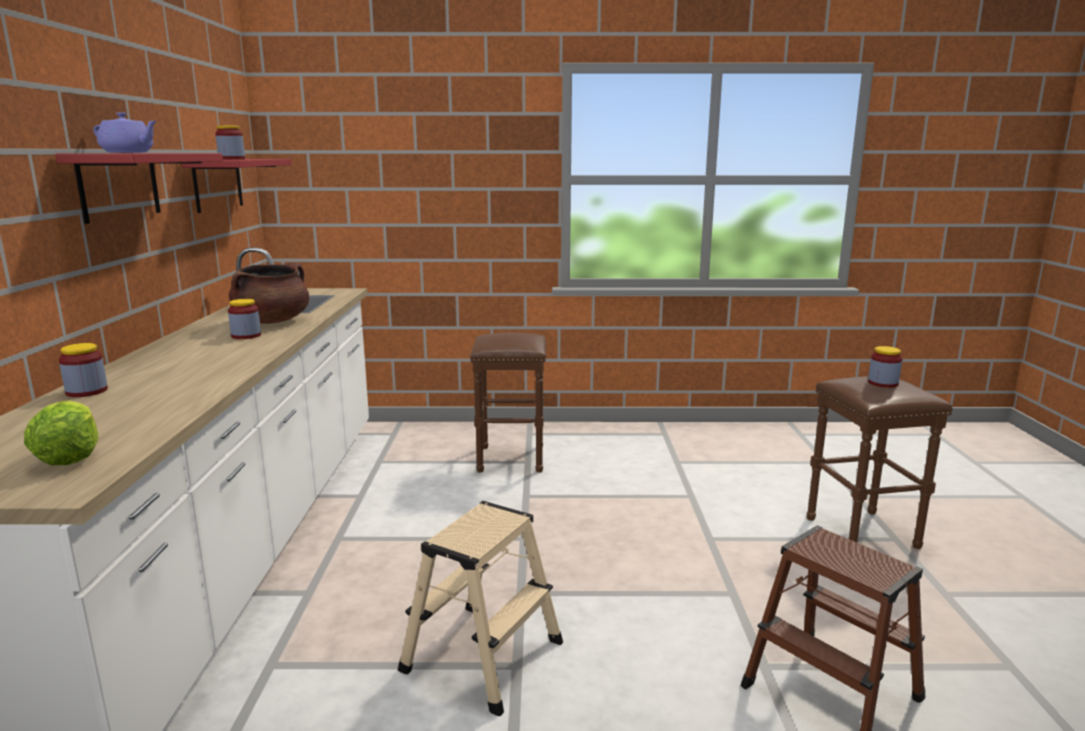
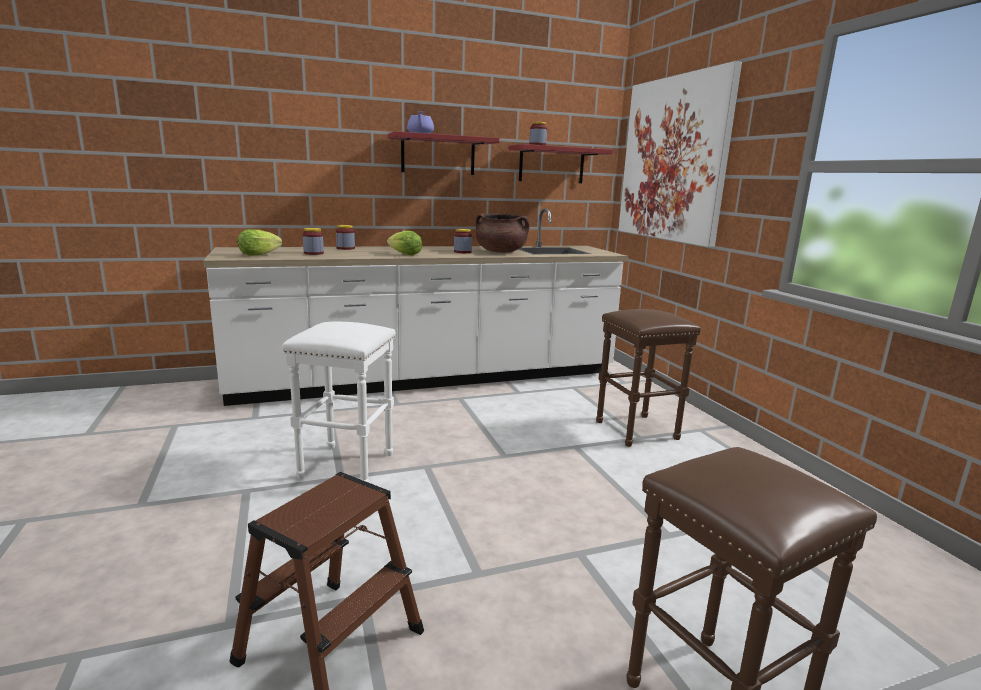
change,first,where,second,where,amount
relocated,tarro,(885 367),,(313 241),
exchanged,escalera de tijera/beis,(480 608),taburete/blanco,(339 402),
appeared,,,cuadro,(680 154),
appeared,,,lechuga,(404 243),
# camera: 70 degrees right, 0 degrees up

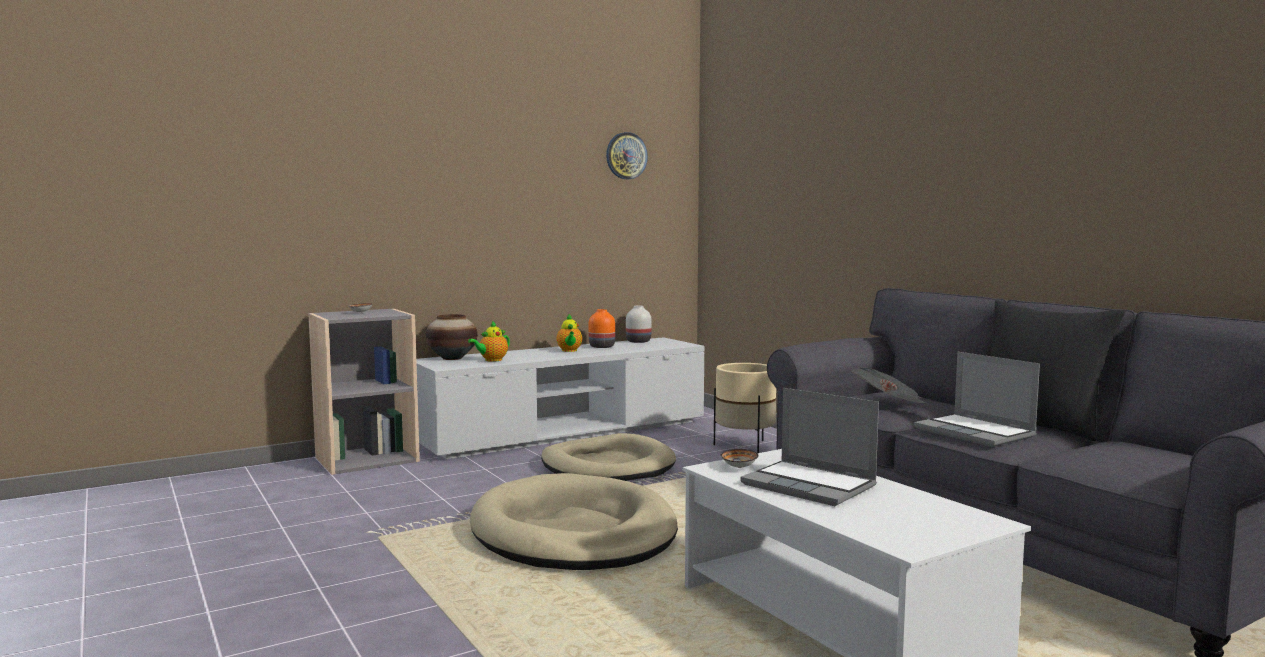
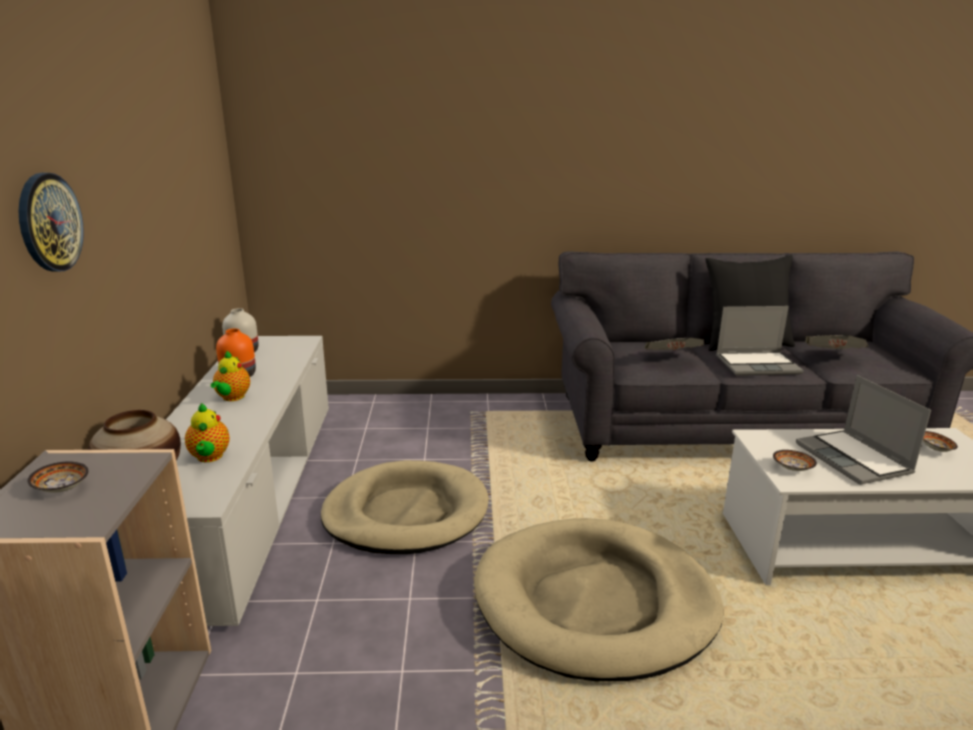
change,first,where,second,where,amount
relocated,reloj de pared,(627 155),,(51 222),
spun,tetera,(569 333),,(230 376),75 degrees clockwise
missing,maceta/beis,(745 408),,,
spun,portátil,(809 447),,(863 430),90 degrees clockwise
appeared,,,periódico,(836 342),
appeared,,,cuenco,(940 441),
# camera: 60 degrees left, 15 degrees up

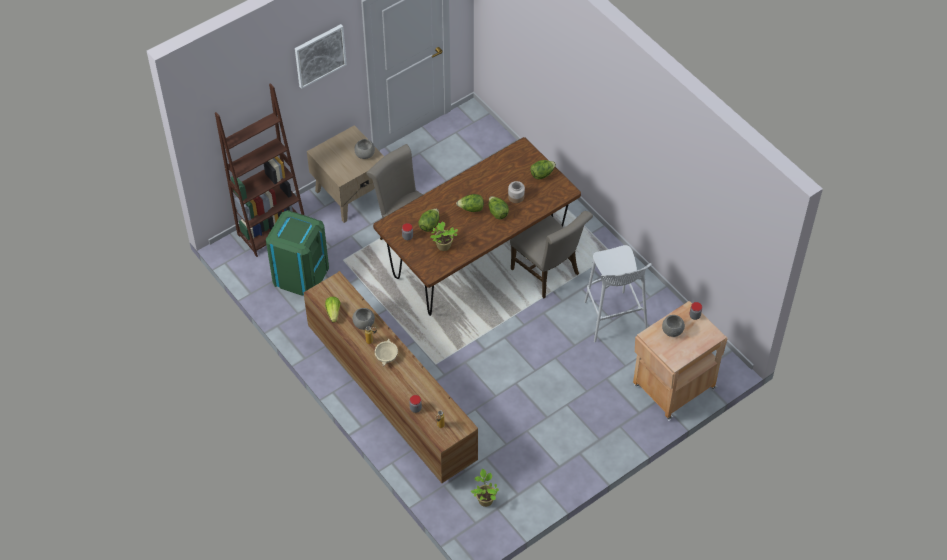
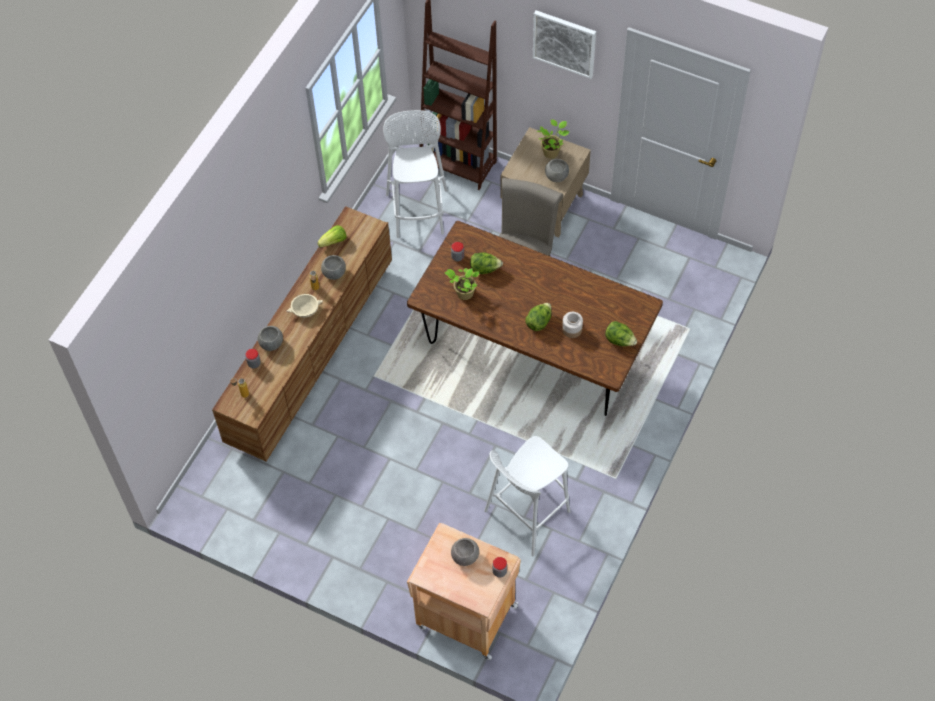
change,first,where,second,where,amount
missing,lechuga,(470 203),,,
exchanged,papelera/verde,(297 253),taburete/blanco,(415 174),
missing,silla/beis,(551 255),,,
relocated,planta en maceta,(485 488),,(553 139),
appeared,,,cuenco/gris,(270 338),
# camera: 65 degrees right, 5 degrees up

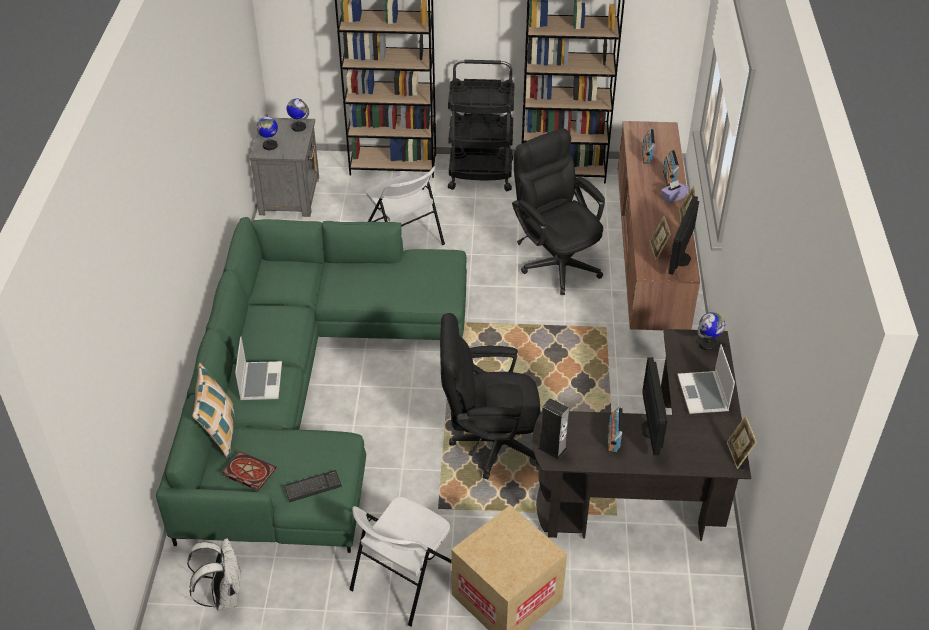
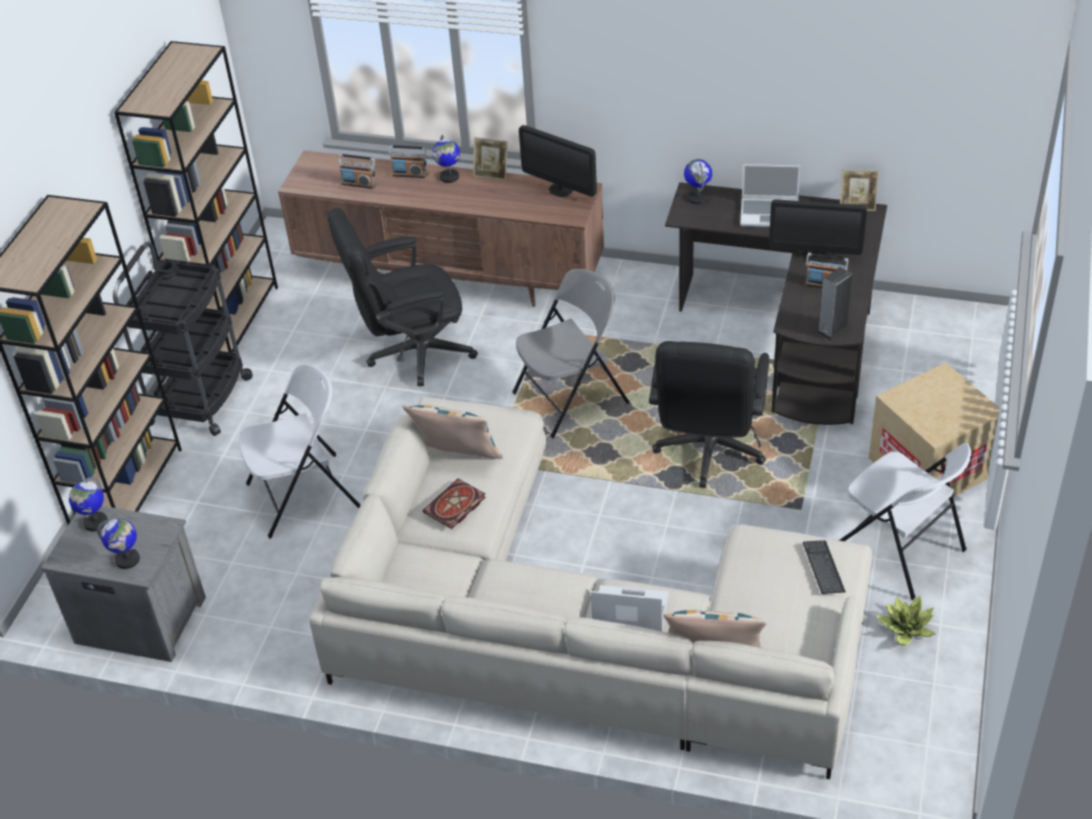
change,first,where,second,where,amount
exchanged,caja de pañuelos/morado,(675 192),globo terráqueo,(446 159),
missing,portarretratos,(660 238),,,
colour,sofá/verde,(311 385),sofá/beis,(590 588),
relocated,libro,(249 470),,(454 504),
missing,mochila/blanco,(214 574),,,
appeared,,,silla/gris,(571 353),
appeared,,,cojín,(453 432),
appeared,,,planta en maceta,(906 621),
# camera: 75 degrees left, 0 degrees up

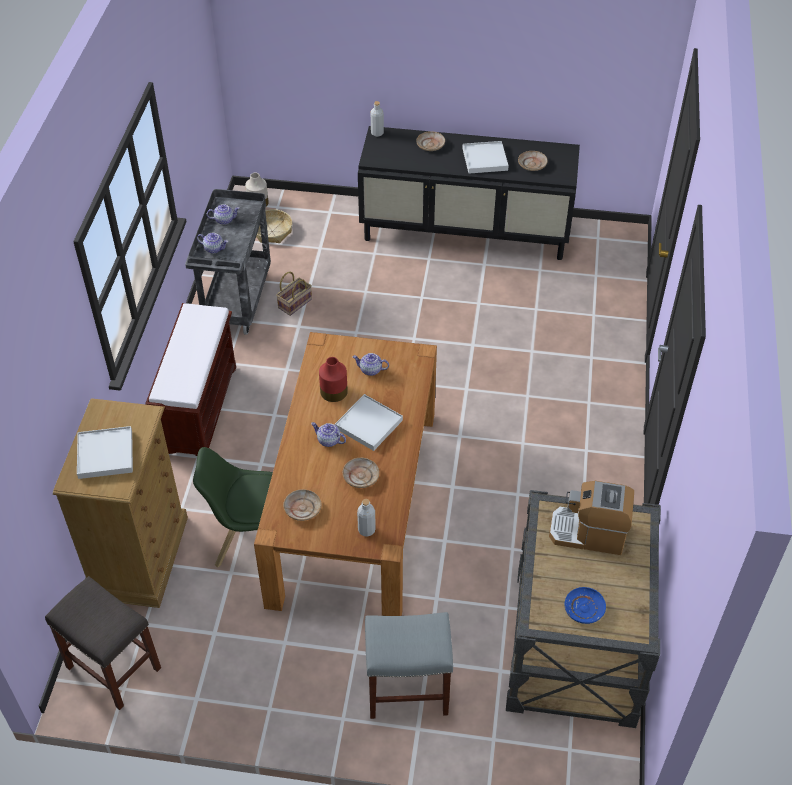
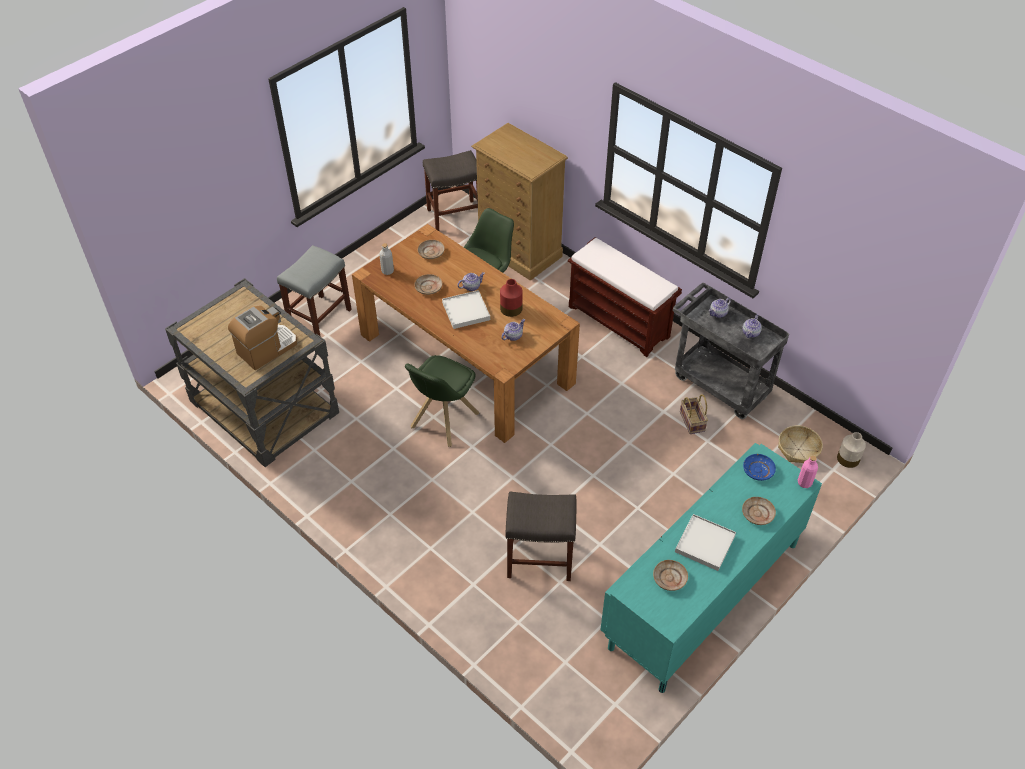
change,first,where,second,where,amount
colour,botella/gris,(377 119),botella/rosa,(808 471),
colour,armario/negro,(469 193),armario/turquesa,(711 568),
missing,bandeja/blanco,(105 452),,,
relocated,plato/azul,(585 605),,(759 467),
appeared,,,silla/verde,(442 401),
appeared,,,taburete/gris,(541 536),
# camera: 125 degrees right, 0 degrees up

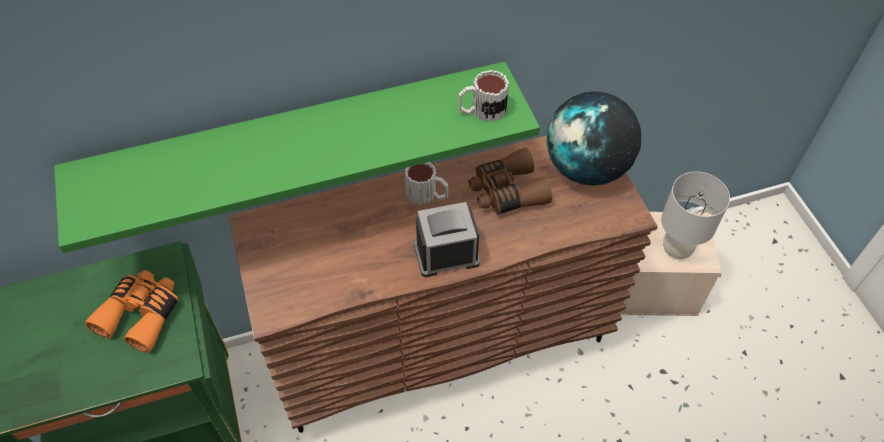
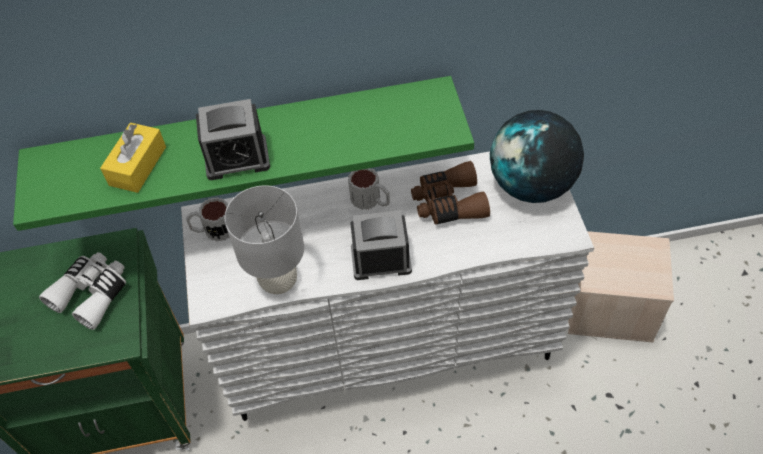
change,first,where,second,where,amount
relocated,taza grande,(483 96),,(208 219),
colour,cómoda/marrón,(443 284),cómoda/blanco,(387 286),
relocated,lámpara de mesa/gris,(695 215),,(264 239),
colour,prismáticos/naranja,(132 311),prismáticos/blanco,(82 291),
appeared,,,despertador,(233 139),
appeared,,,caja de pañuelos/amarillo,(133 158),
# camera: 10 degrees right, 0 degrees up

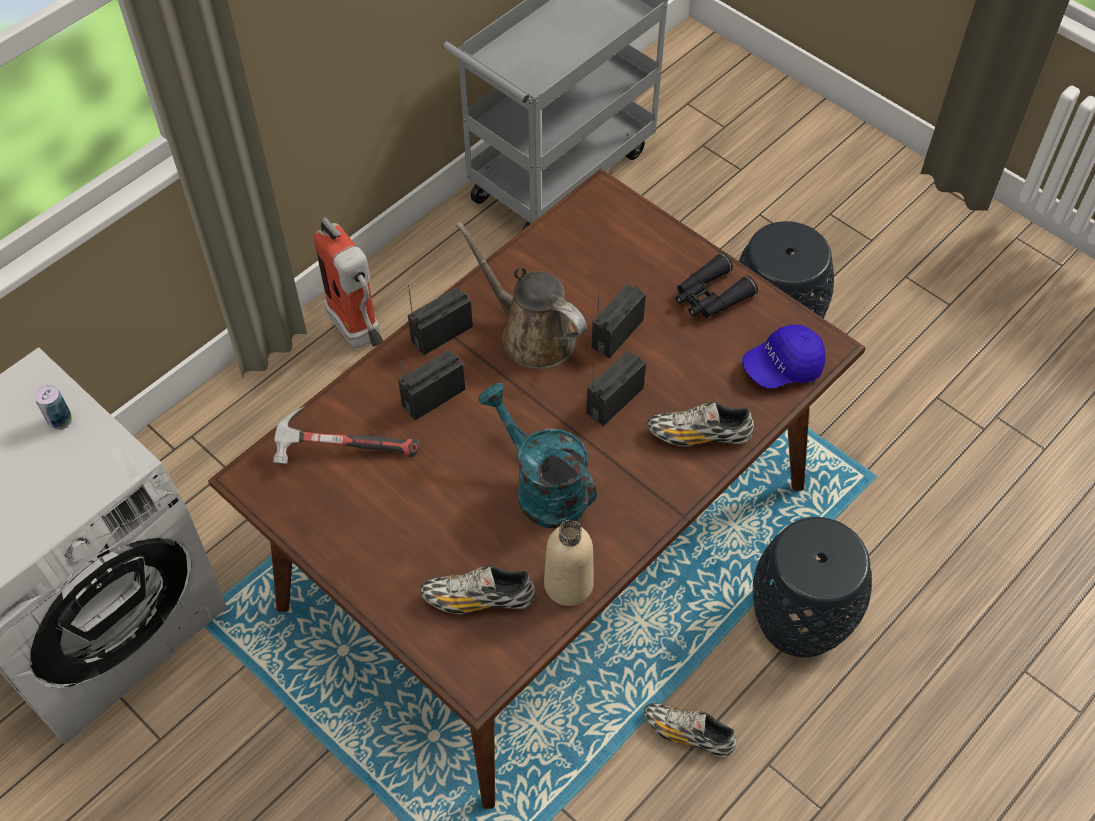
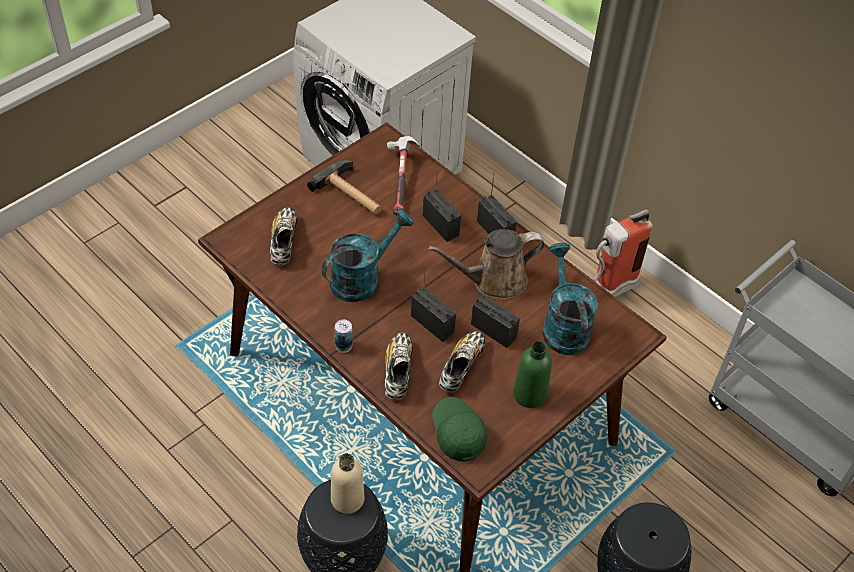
change,first,where,second,where,amount
spun,regadera/marrón,(521 295),,(486 264),150 degrees counterclockwise
exchanged,prismáticos/negro,(717 285),botella/verde,(532 374),
colour,gorra/azul,(784 357),gorra/verde,(459 429),
relocated,lata,(53 407),,(344 336),
relocated,botella/beis,(569 563),,(347 483),
relocated,zapato,(690 730),,(462 362),
appeared,,,martillo,(344 187),
appeared,,,regadera/turquesa,(570 299),
# camera: 90 degrees right, 5 degrees down

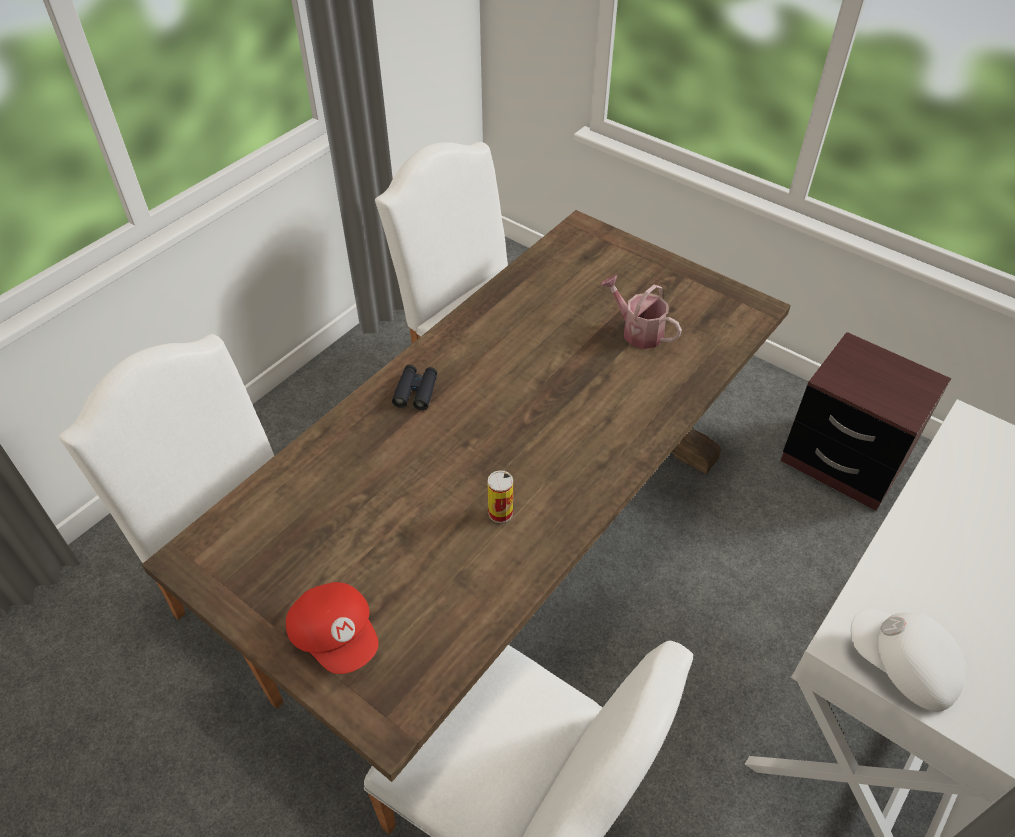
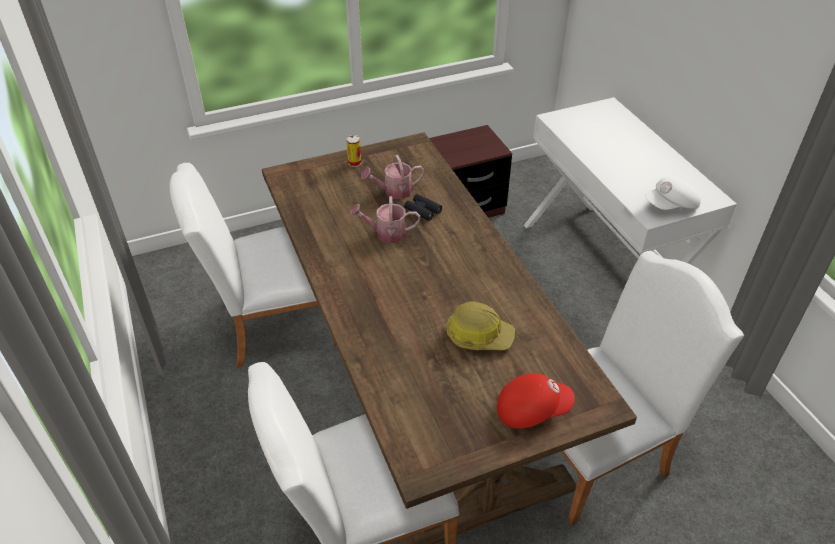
change,first,where,second,where,amount
relocated,prismáticos/negro,(414 387),,(423 207),
relocated,lata,(500 496),,(353 151),
appeared,,,regadera,(385 219),
appeared,,,casco,(480 325),
# camera: 60 degrees left, 5 degrees down

